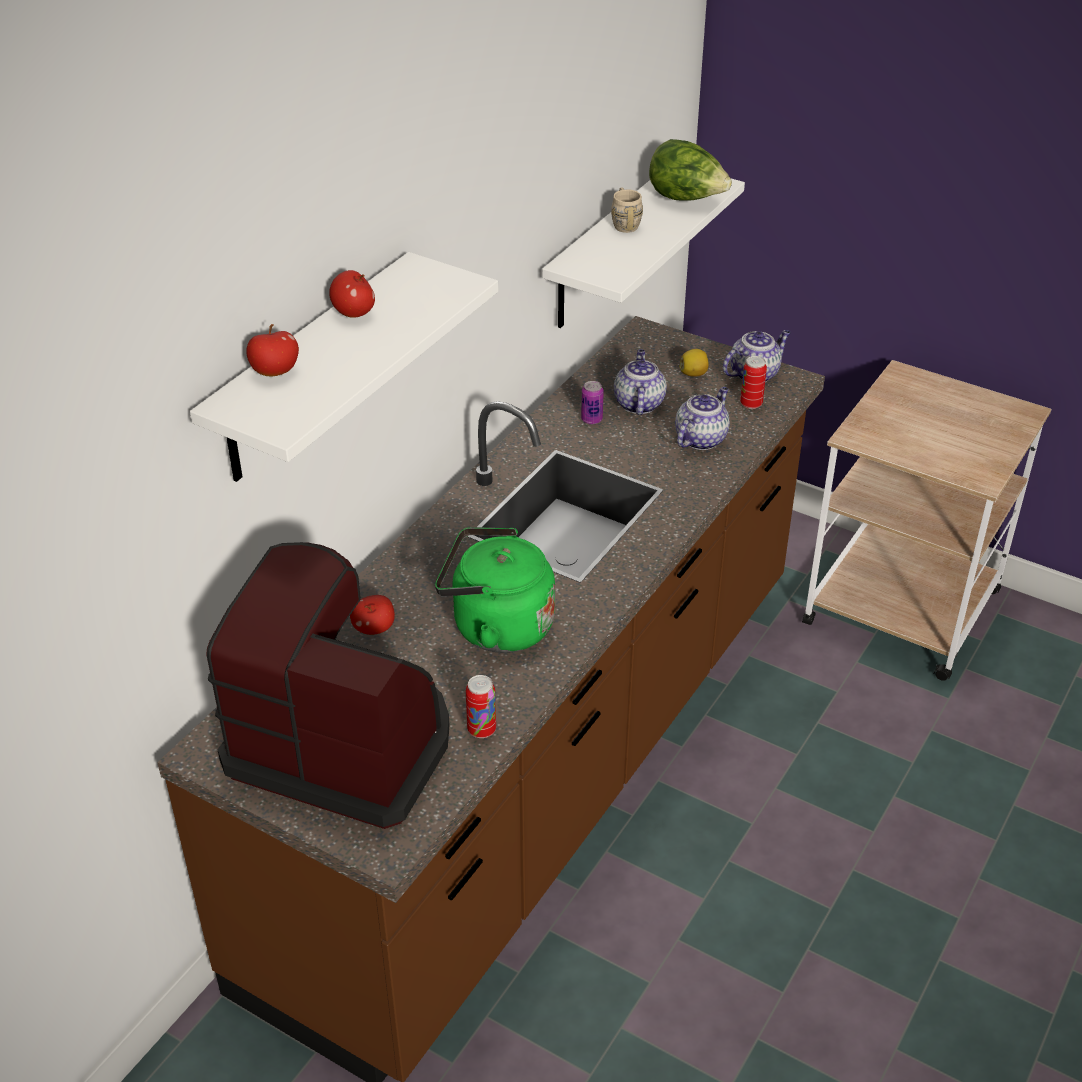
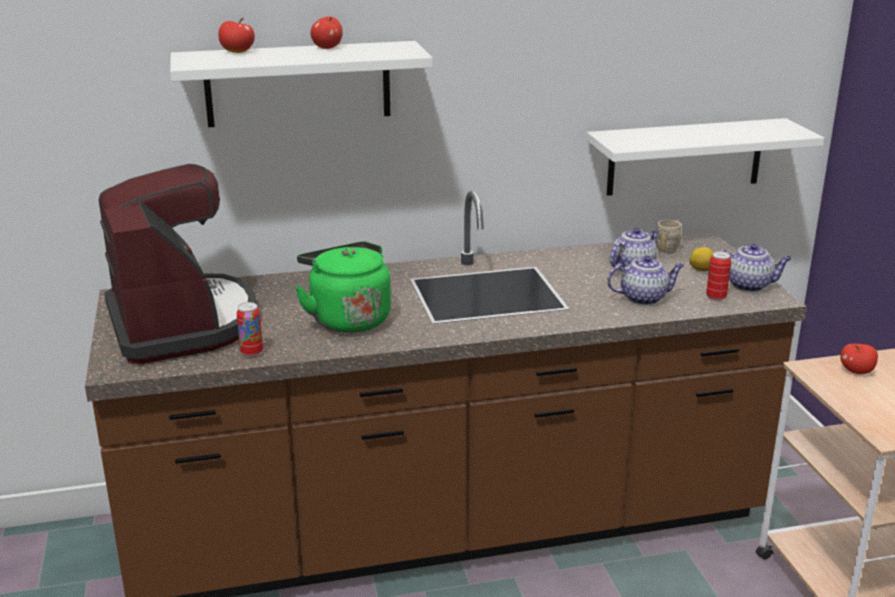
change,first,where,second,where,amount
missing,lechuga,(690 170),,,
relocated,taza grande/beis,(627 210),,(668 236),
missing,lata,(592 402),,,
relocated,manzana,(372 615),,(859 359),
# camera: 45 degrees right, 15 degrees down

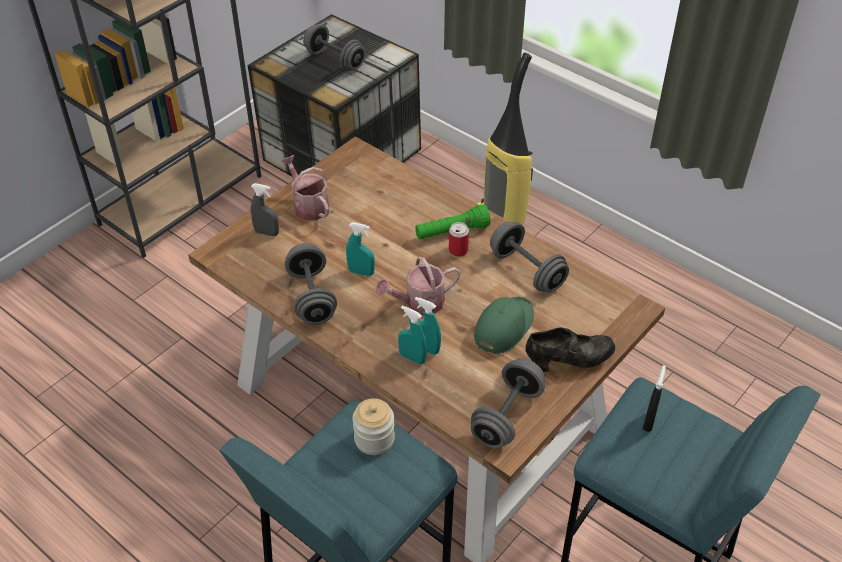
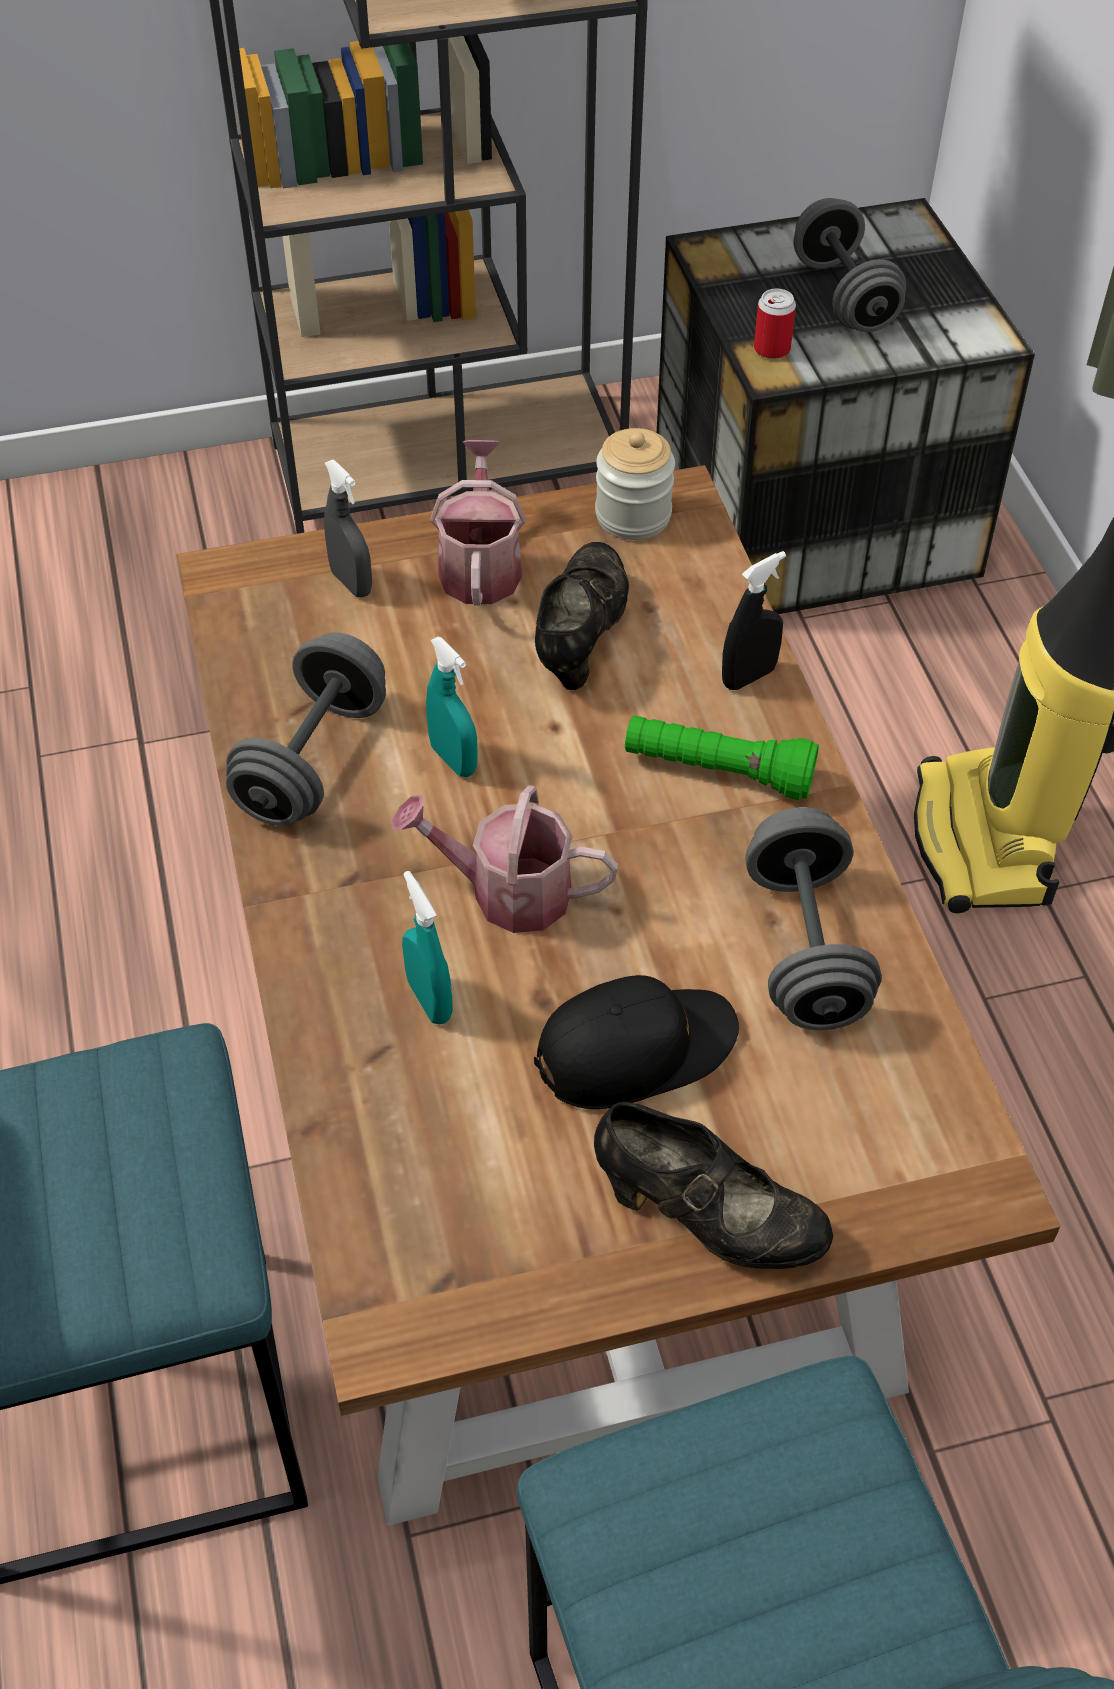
change,first,where,second,where,amount
relocated,lata,(459 239),,(775 324),
colour,gorra/verde,(504 325),gorra/negro,(636 1042),
missing,pulverizador/turquesa,(412 335),,,
missing,mancuerna/gris,(508 403),,,
relocated,pulverizador/negro,(654 398),,(754 620),
relocated,tarro,(374 426),,(635 484),
appeared,,,zapato/negro,(582 616),
# camera: 35 degrees right, 5 degrees up

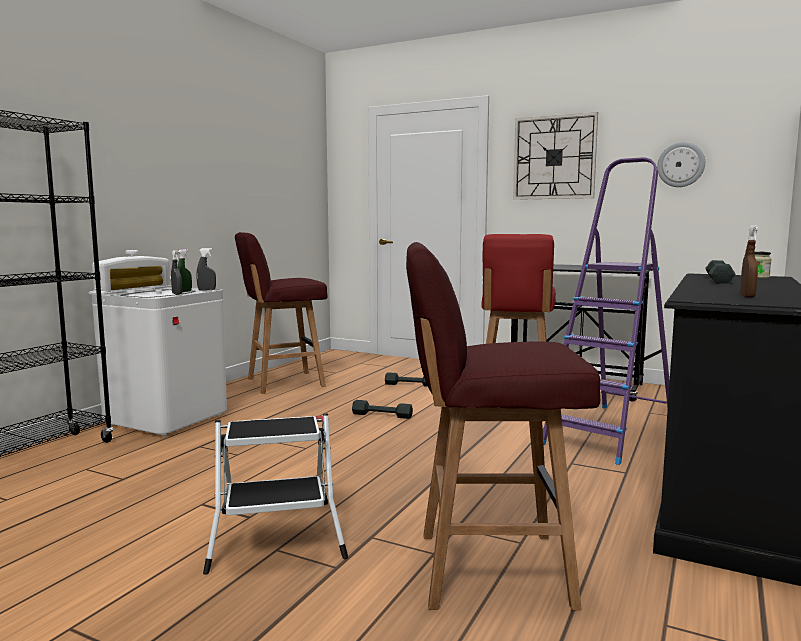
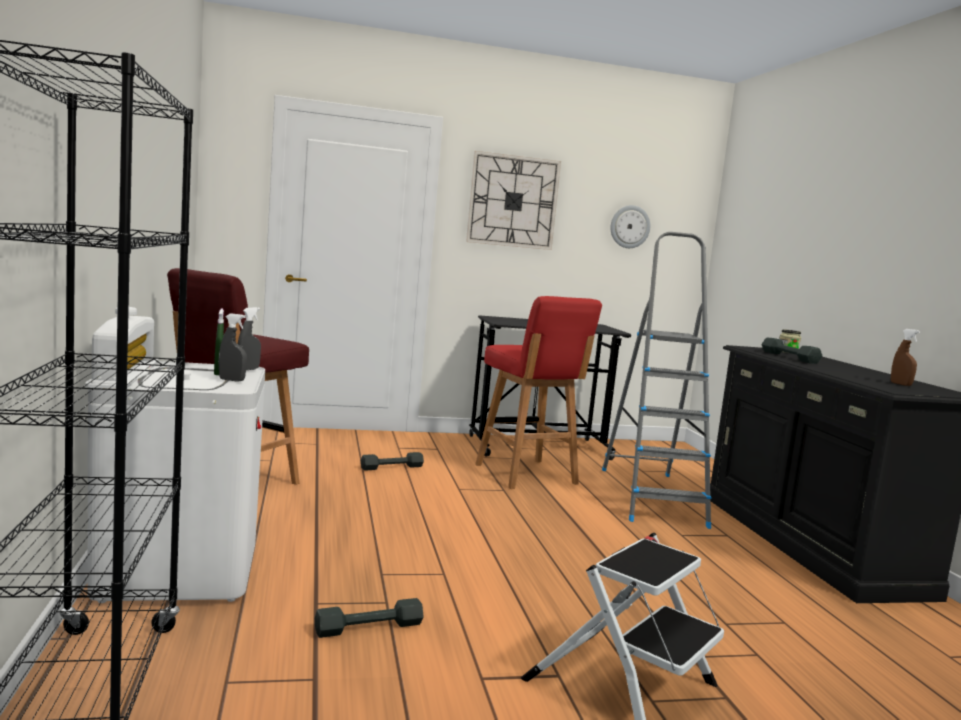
change,first,where,second,where,amount
colour,escalera de tijera/morado,(606 311),escalera de tijera/gris,(657 380),
missing,taburete/rojo,(503 426),,,
relocated,mancuerna/gris,(382 409),,(369 618),
# camera: 40 degrees left, 0 degrees up

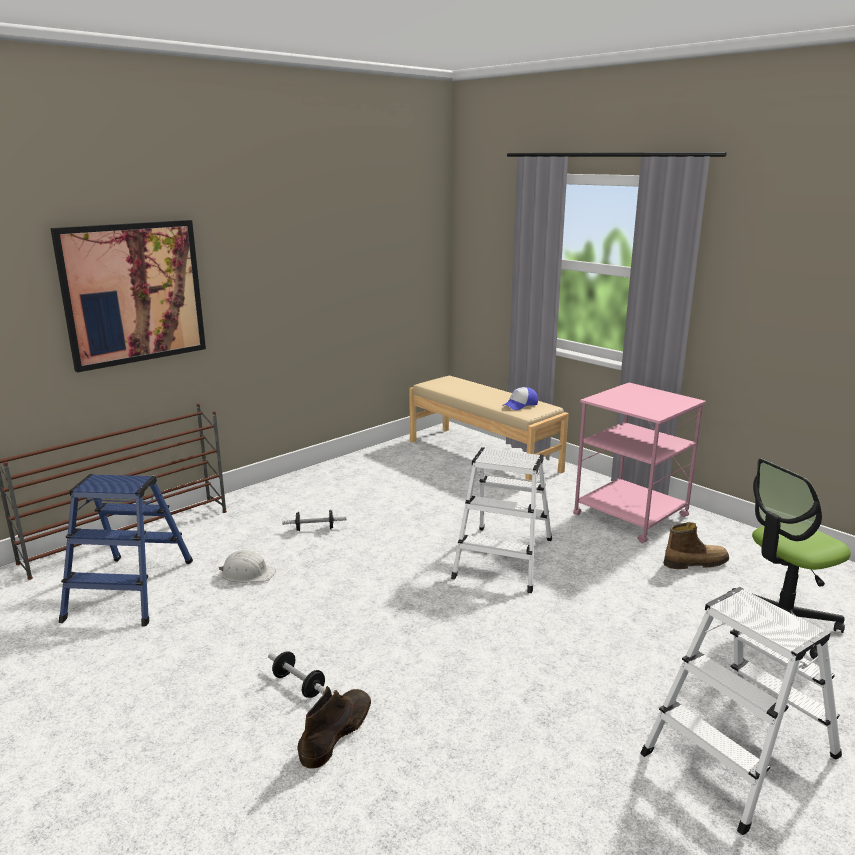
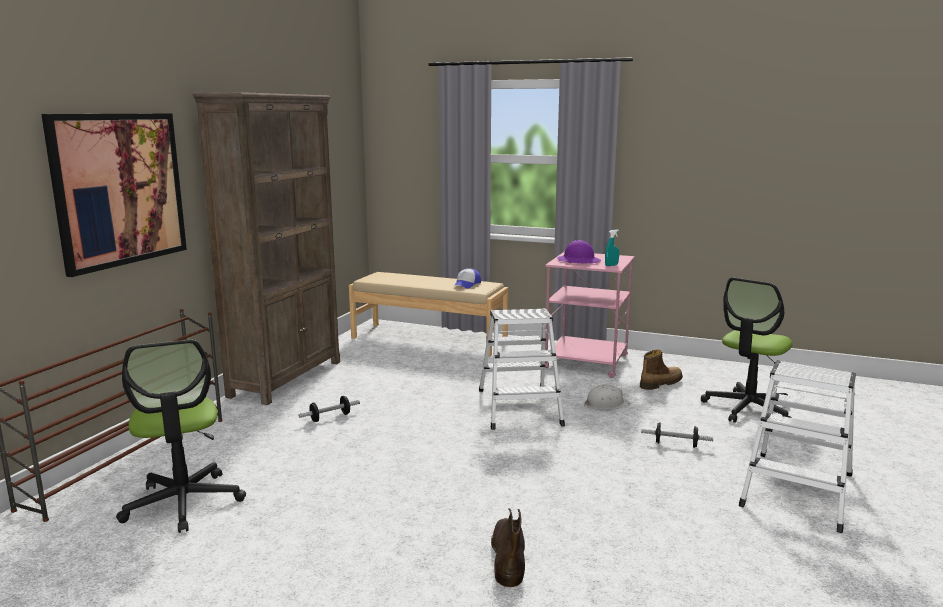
change,first,where,second,where,amount
exchanged,escalera de tijera/azul,(126 550),silla de oficina,(181 436),
relocated,casco/blanco,(247 566),,(607 397),
relocated,mancuerna,(297 674),,(677 435),
appeared,,,estantería/marrón,(266 248),
appeared,,,pulverizador/turquesa,(612 248),
appeared,,,casco/morado,(579 252),
# camera: 25 degrees left, 5 degrees down

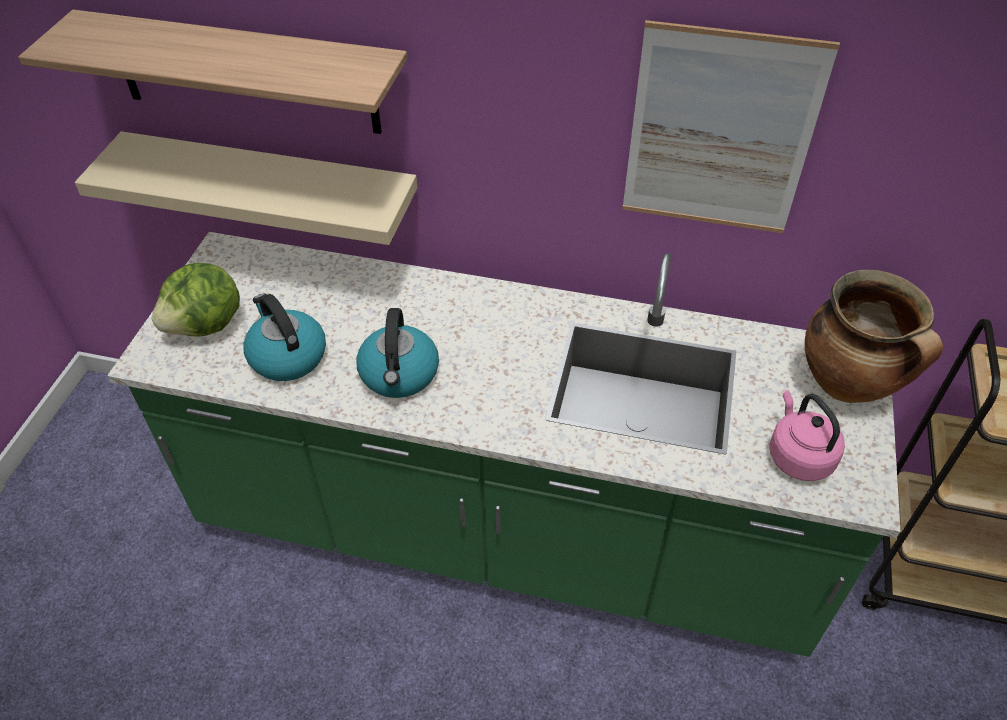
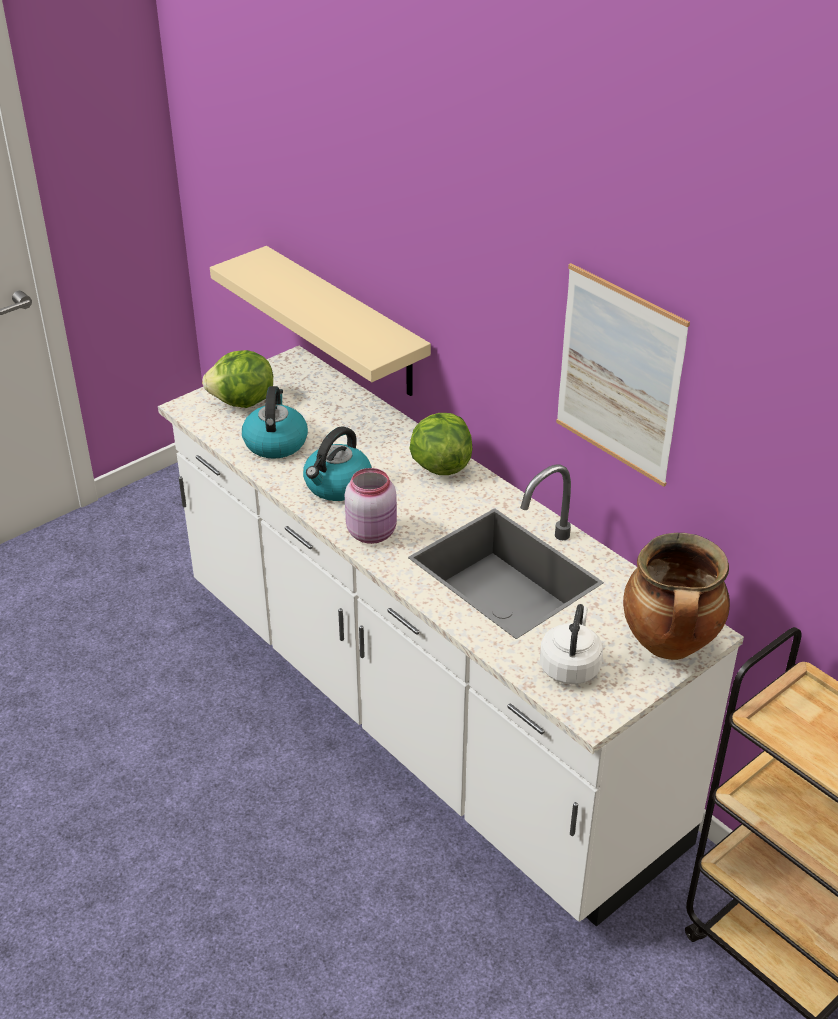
change,first,where,second,where,amount
missing,estante,(212 72),,,
colour,mueble bajo de cocina/verde,(504 444),mueble bajo de cocina/blanco,(451 636),
colour,hervidor/rosa,(807 435),hervidor/blanco,(571 644),
appeared,,,lechuga,(440 444),
appeared,,,tarro/rosa,(371 506),
# camera: 35 degrees right, 10 degrees down

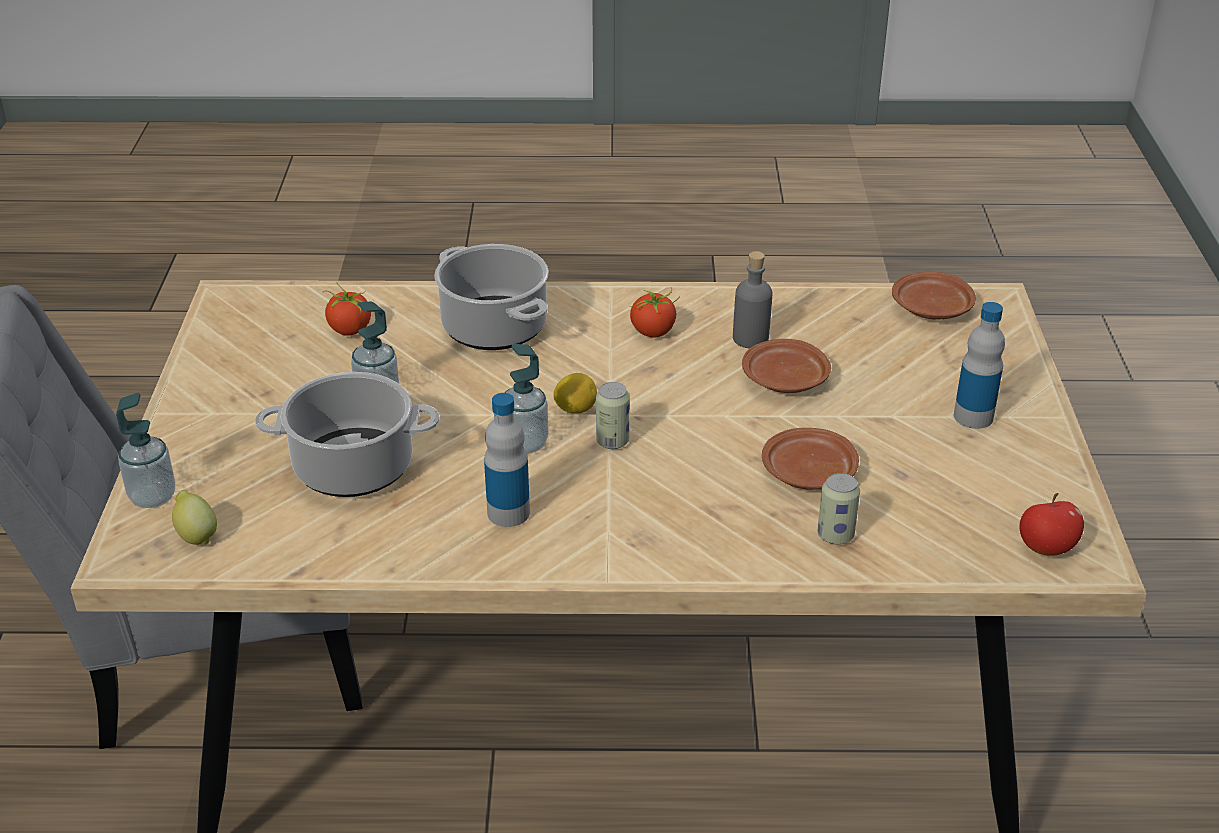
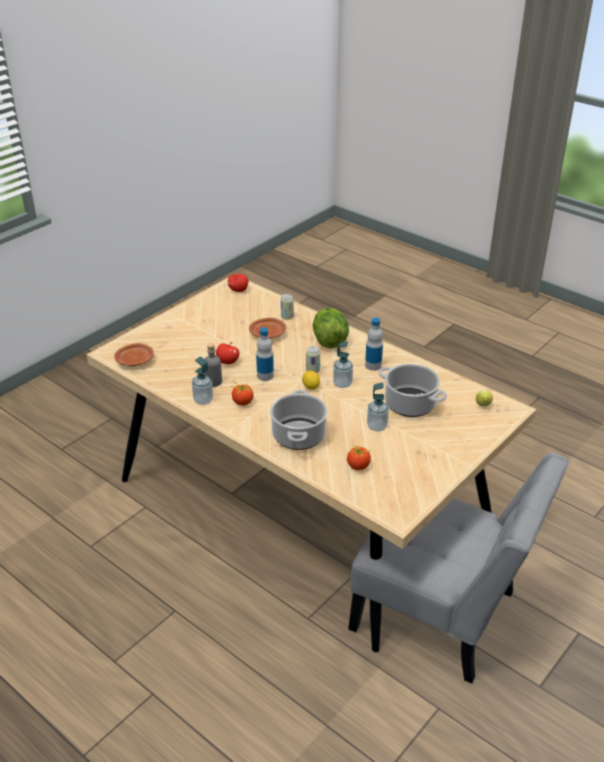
change,first,where,second,where,amount
relocated,botella,(979 365),,(265 354),
exchanged,plato/marrón,(786 366),manzana,(227 353),
relocated,dispensador de jabón,(145 450),,(202 381),
appeared,,,lechuga,(330 328),
# camera: 140 degrees left, 0 degrees up

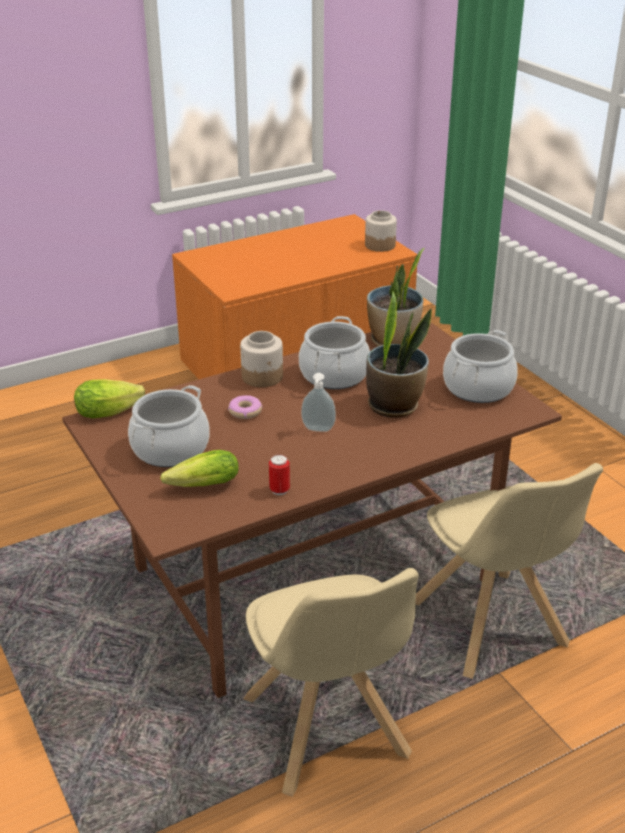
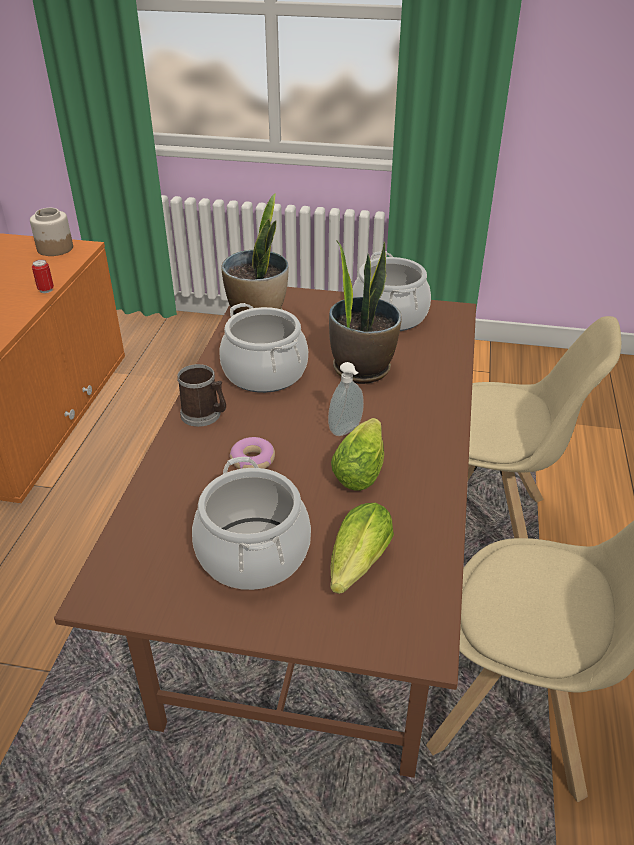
change,first,where,second,where,amount
exchanged,tarro,(261 359),taza grande,(201 395),
relocated,lechuga,(109 398),,(357 454),
relocated,lata,(279 475),,(43 276),
# camera: 50 degrees left, 5 degrees up

